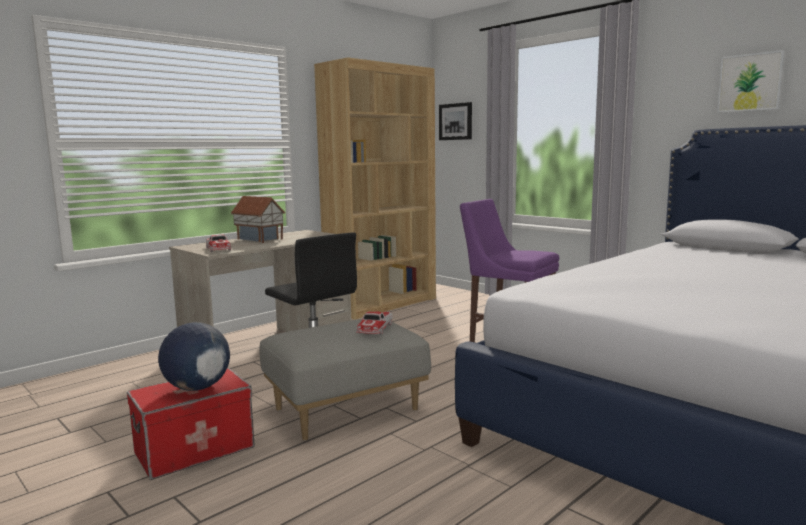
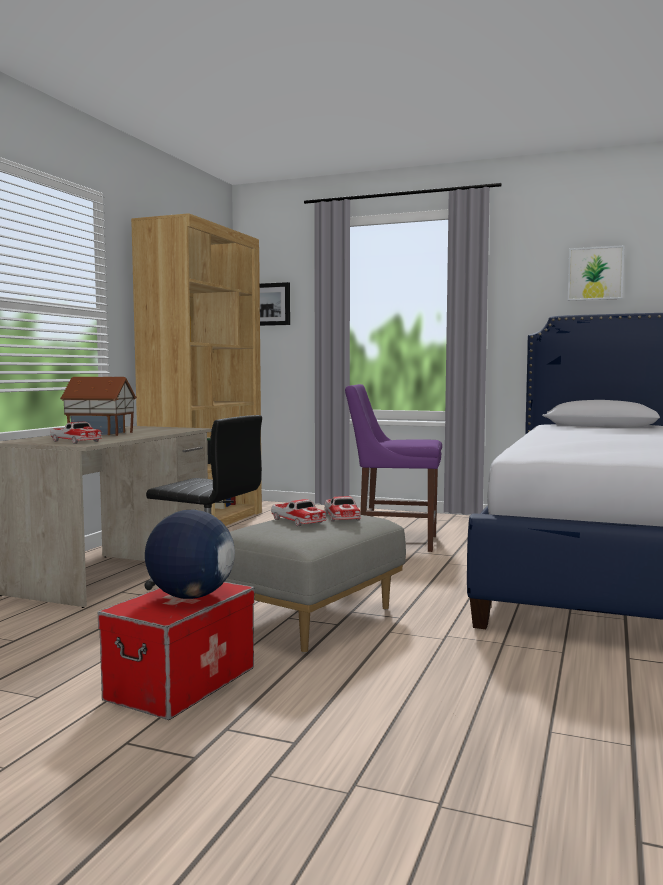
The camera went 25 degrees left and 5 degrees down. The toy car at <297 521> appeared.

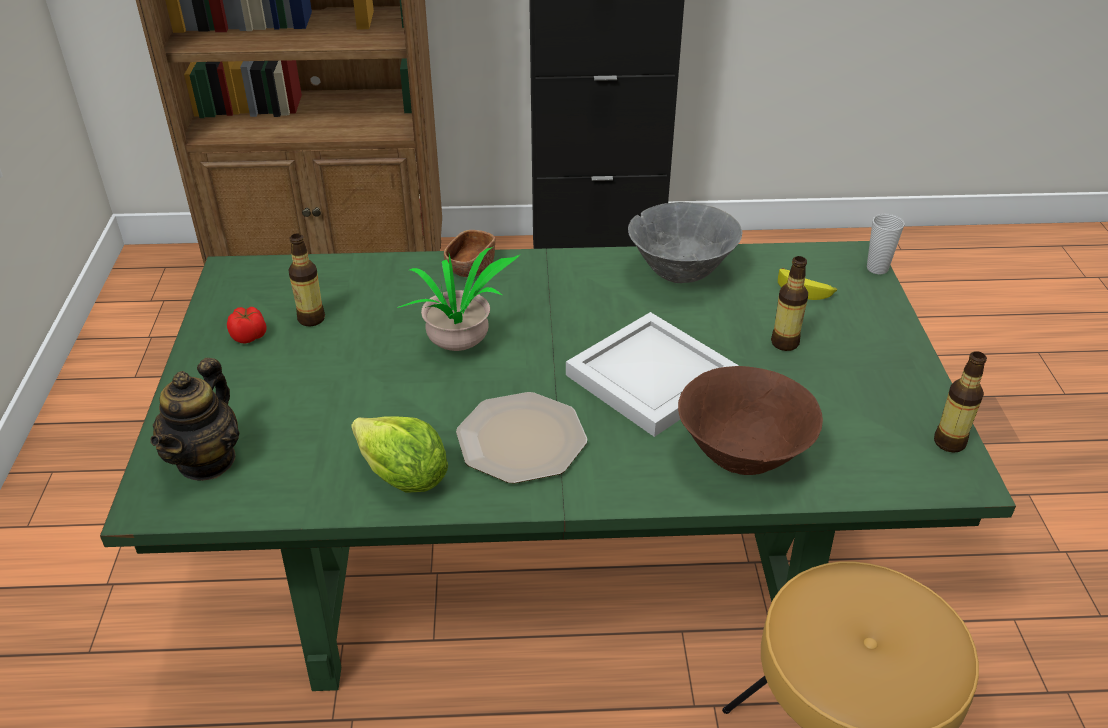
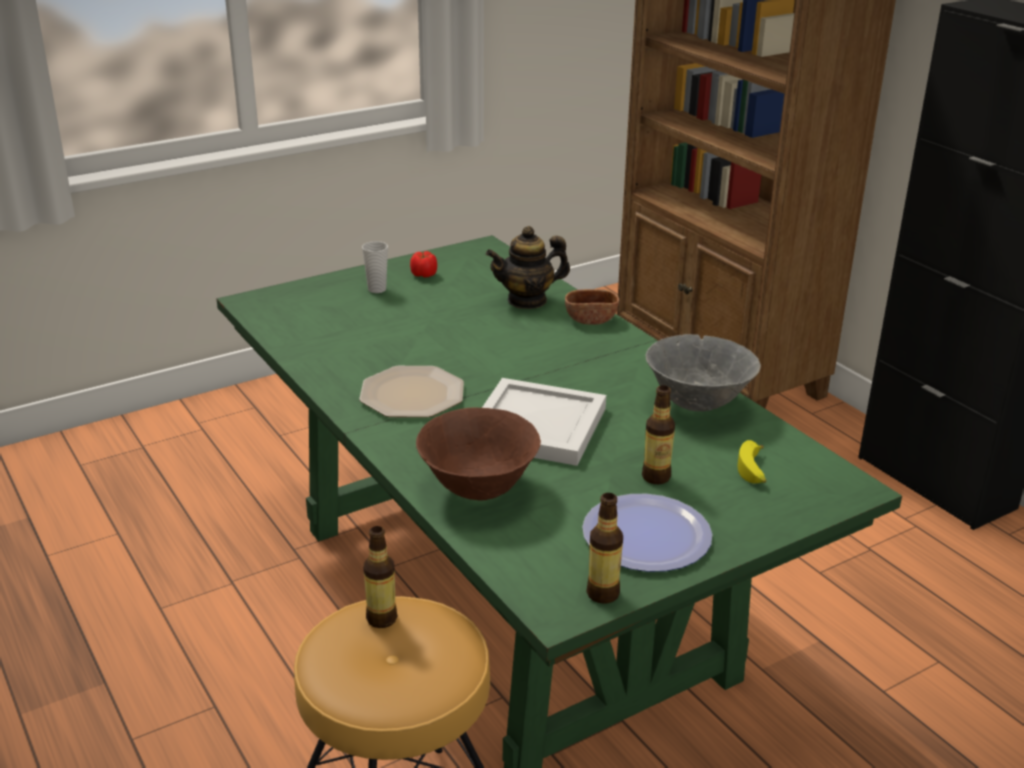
The camera went 60 degrees right and 10 degrees down. The cup moved from <877 268> to <377 289>. The bottle moved from <311 319> to <381 619>. The teapot moved from <207 460> to <527 300>. The plate at <646 535> appeared. The lettuce at <403 478> disappeared. The potted plant at <462 347> disappeared.

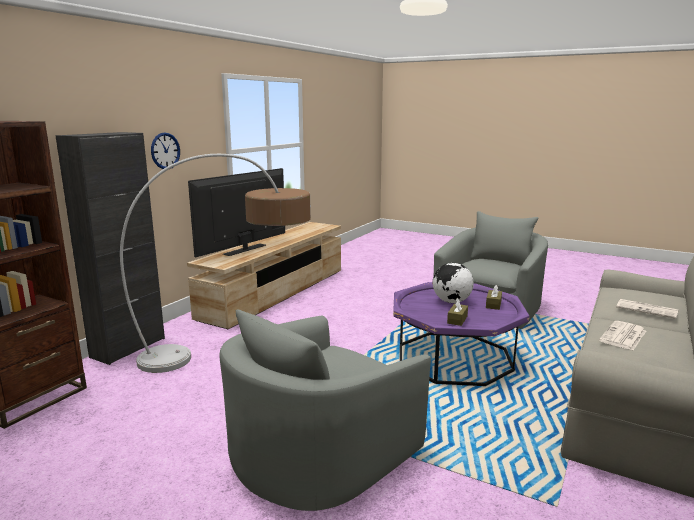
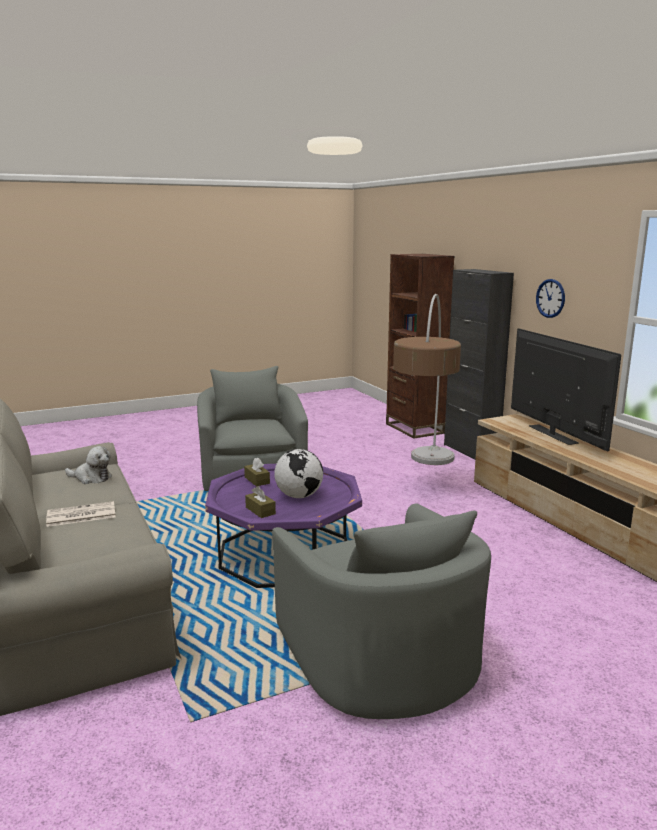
The camera went 125 degrees right and 0 degrees up. The newspaper at <623 336> was replaced by the plush toy at <91 478>.

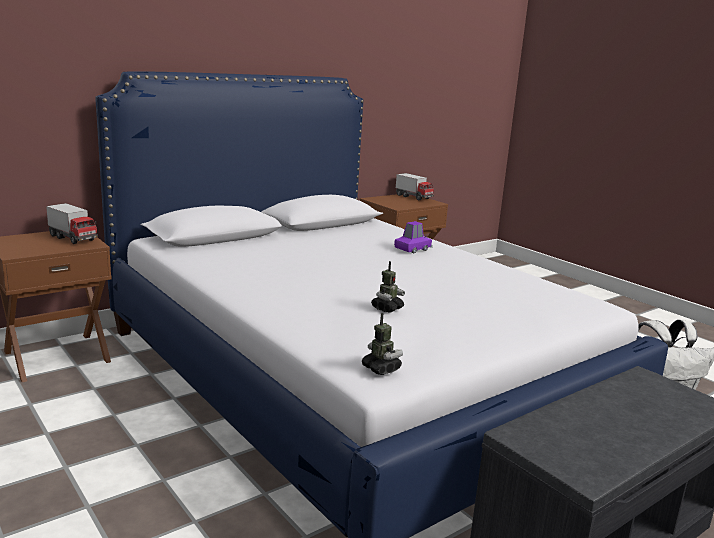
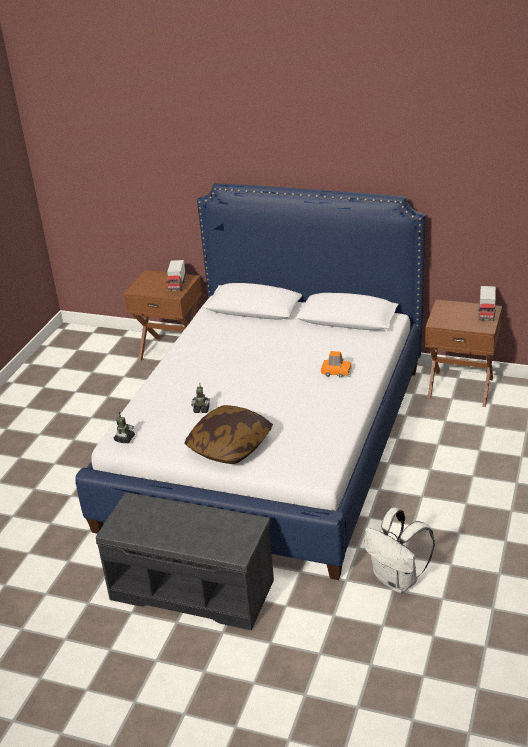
The camera went 60 degrees right and 15 degrees up. The pillow at <230 446> appeared. The toy car (purple) at <413 249> became the toy car (orange) at <336 372>.

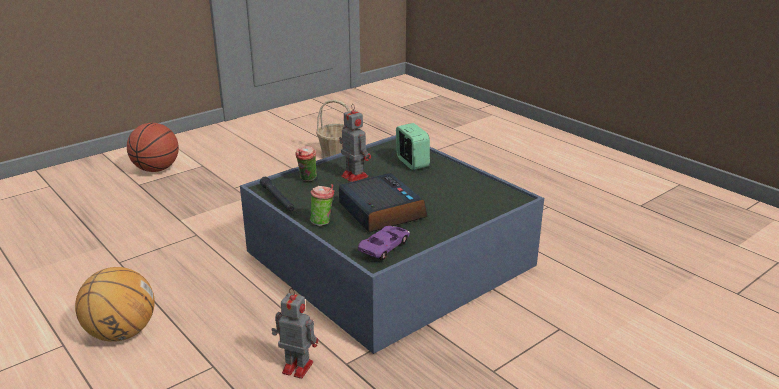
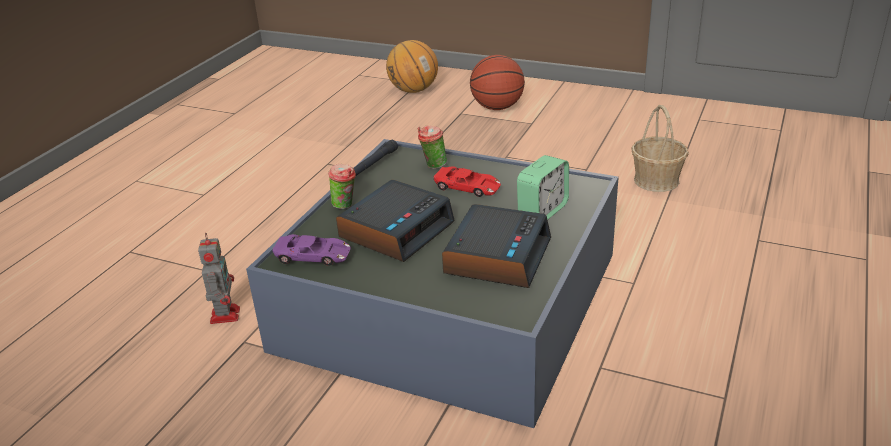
The camera went 65 degrees right and 5 degrees up. The basketball moved from <121 333> to <413 90>. The toy robot at <353 176> was replaced by the toy car (red) at <468 187>. The alarm clock at <497 256> appeared.

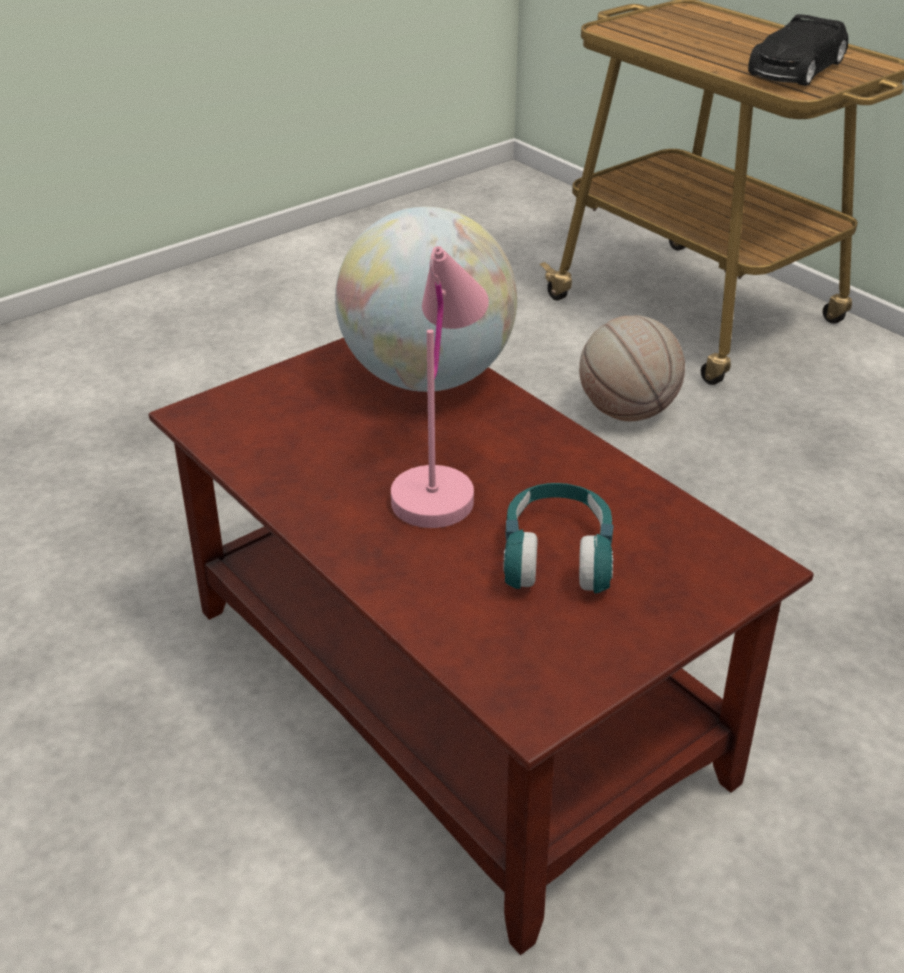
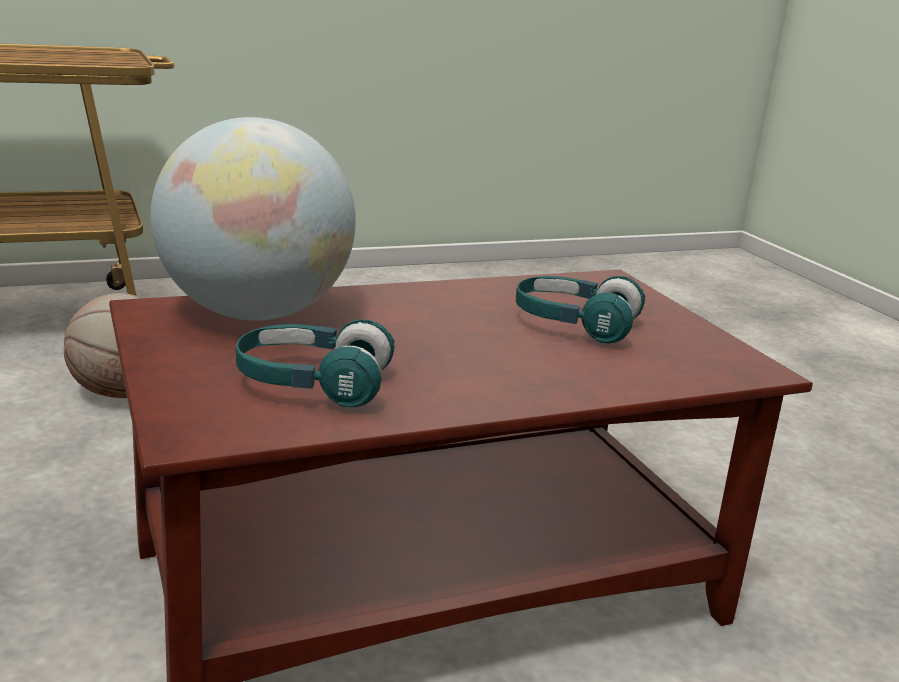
The camera went 75 degrees left and 15 degrees down. The headphones (turquoise) at <312 384> appeared. The table lamp (pink) at <442 479> disappeared. The toy car (black) at <795 69> disappeared.

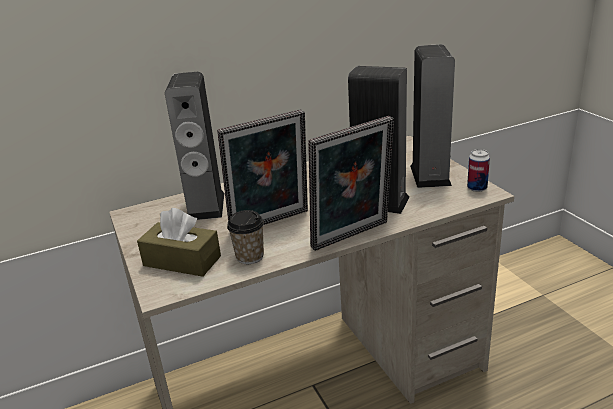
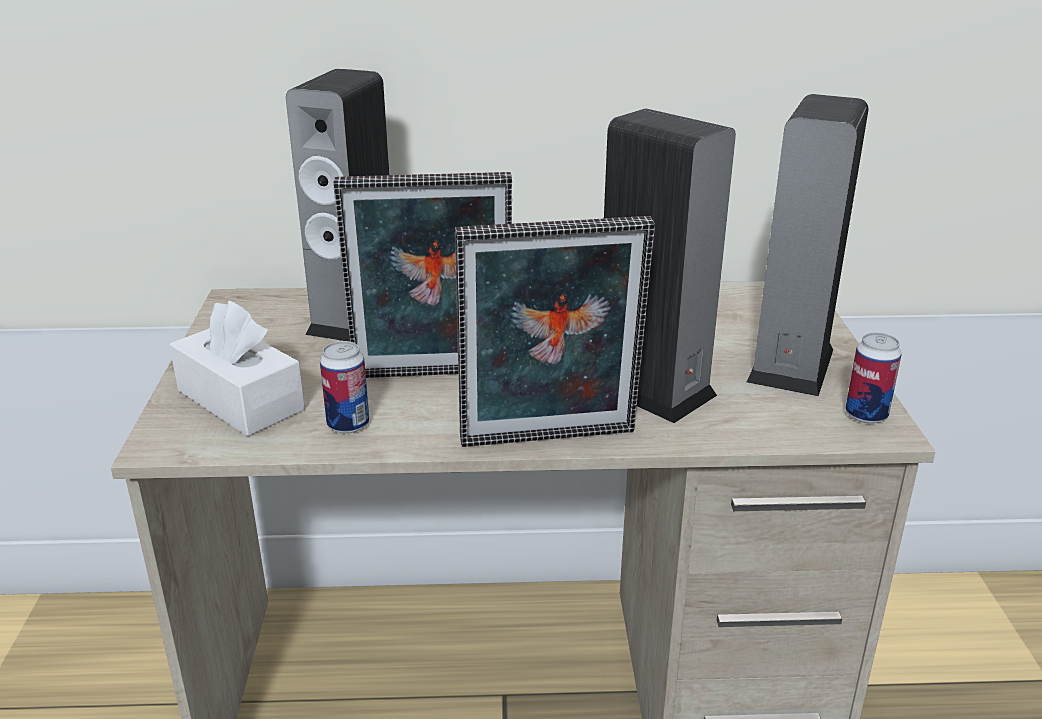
The camera went 20 degrees right and 0 degrees up. The tissue box (brown) at <182 261> became the tissue box (white) at <240 400>. The cup at <250 256> was replaced by the can at <348 424>.

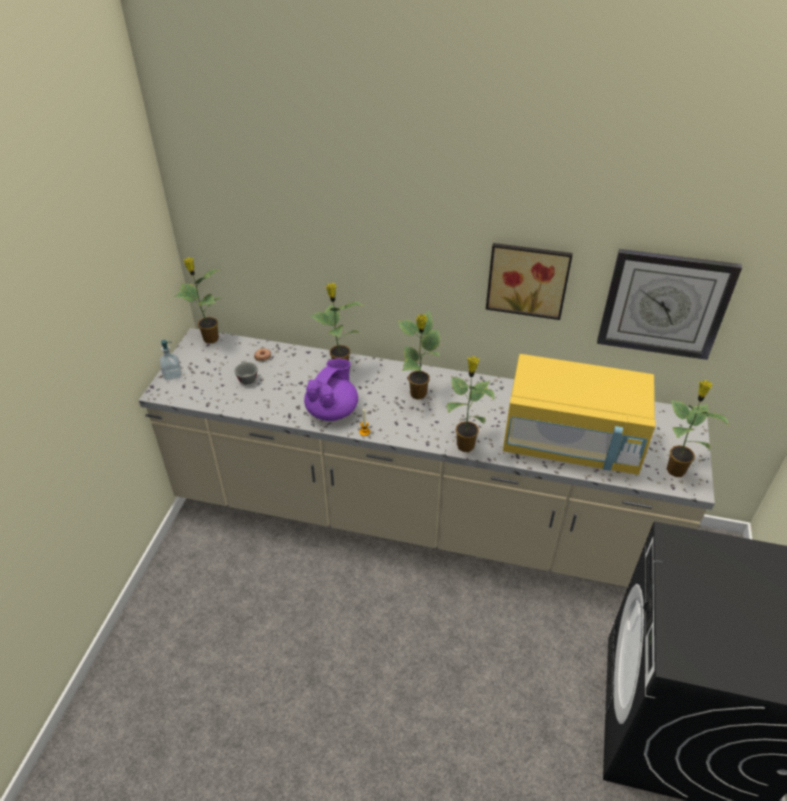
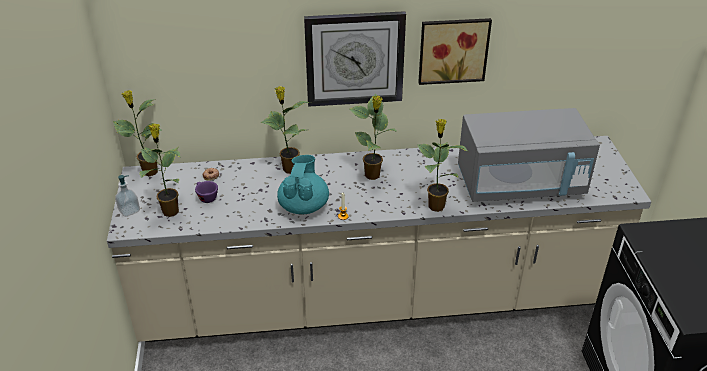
The camera went 20 degrees left and 5 degrees down. The potted plant moved from <675 469> to <170 210>. The cup (grey) at <246 378> became the cup (purple) at <206 197>. The teapot (purple) at <332 410> became the teapot (turquoise) at <304 206>. The wall clock moved from <664 304> to <354 59>. The microwave (yellow) at <571 443> became the microwave (grey) at <520 184>.

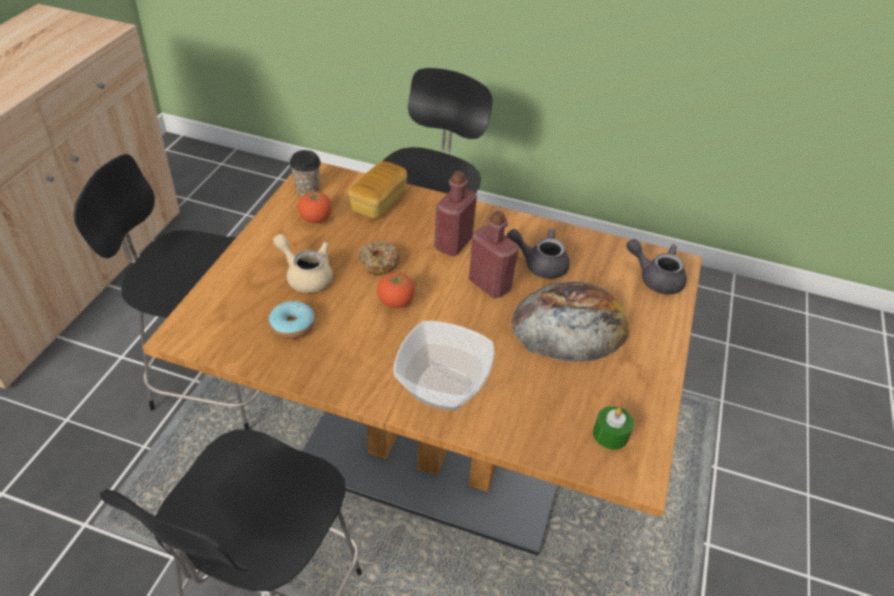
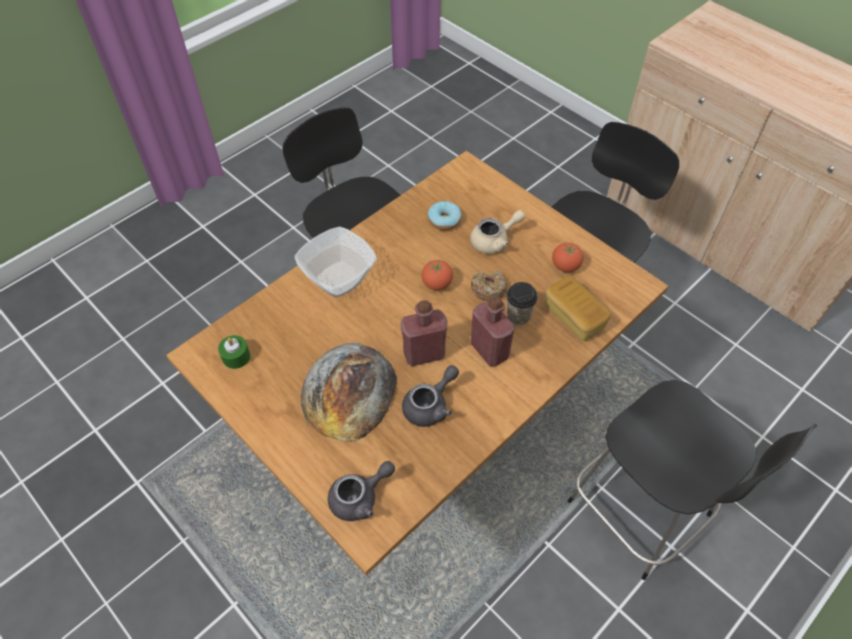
The camera went 120 degrees right and 10 degrees up. The cup moved from <307 189> to <518 315>.

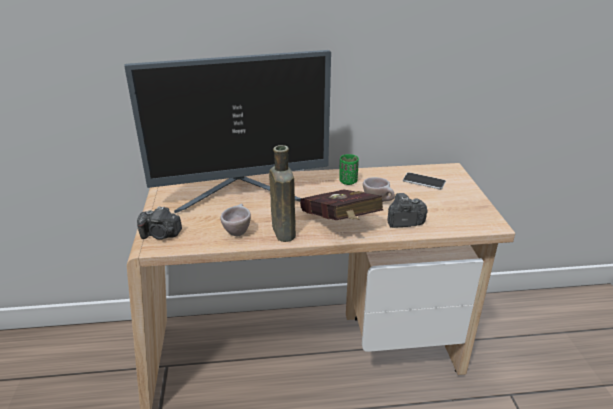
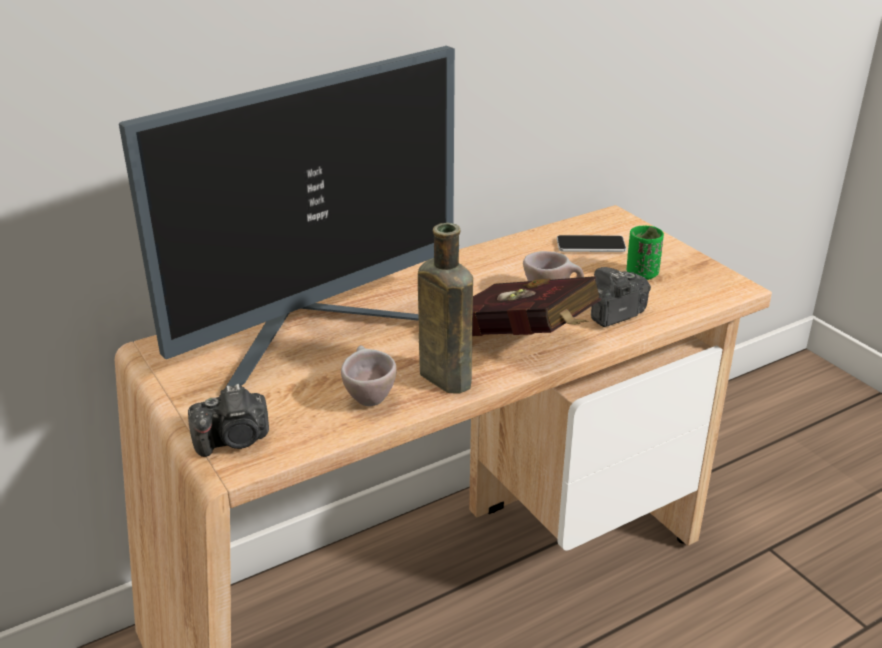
The camera went 25 degrees left and 0 degrees up. The cup (green) moved from <348 181> to <642 274>.

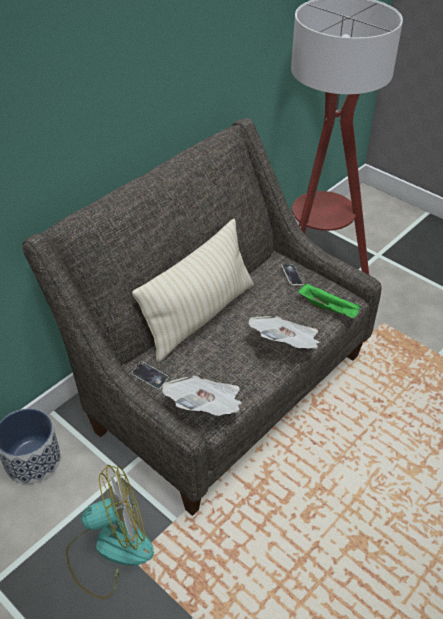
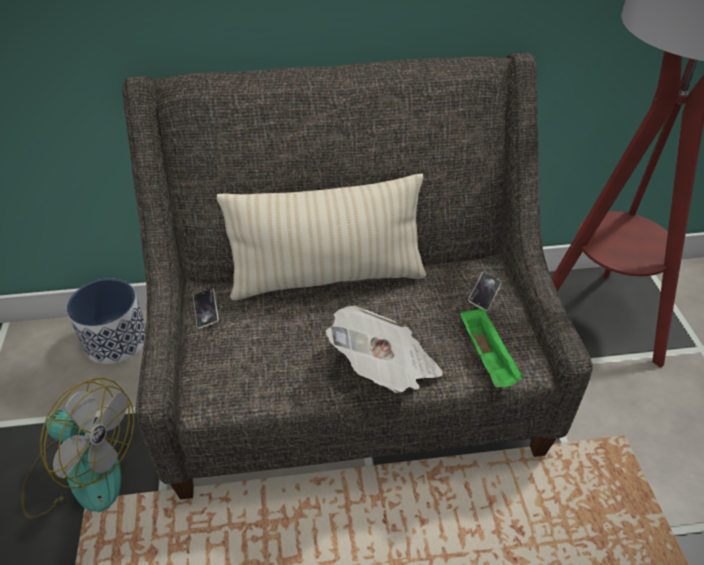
The camera went 40 degrees right and 0 degrees up. The newspaper at <206 408> disappeared.

